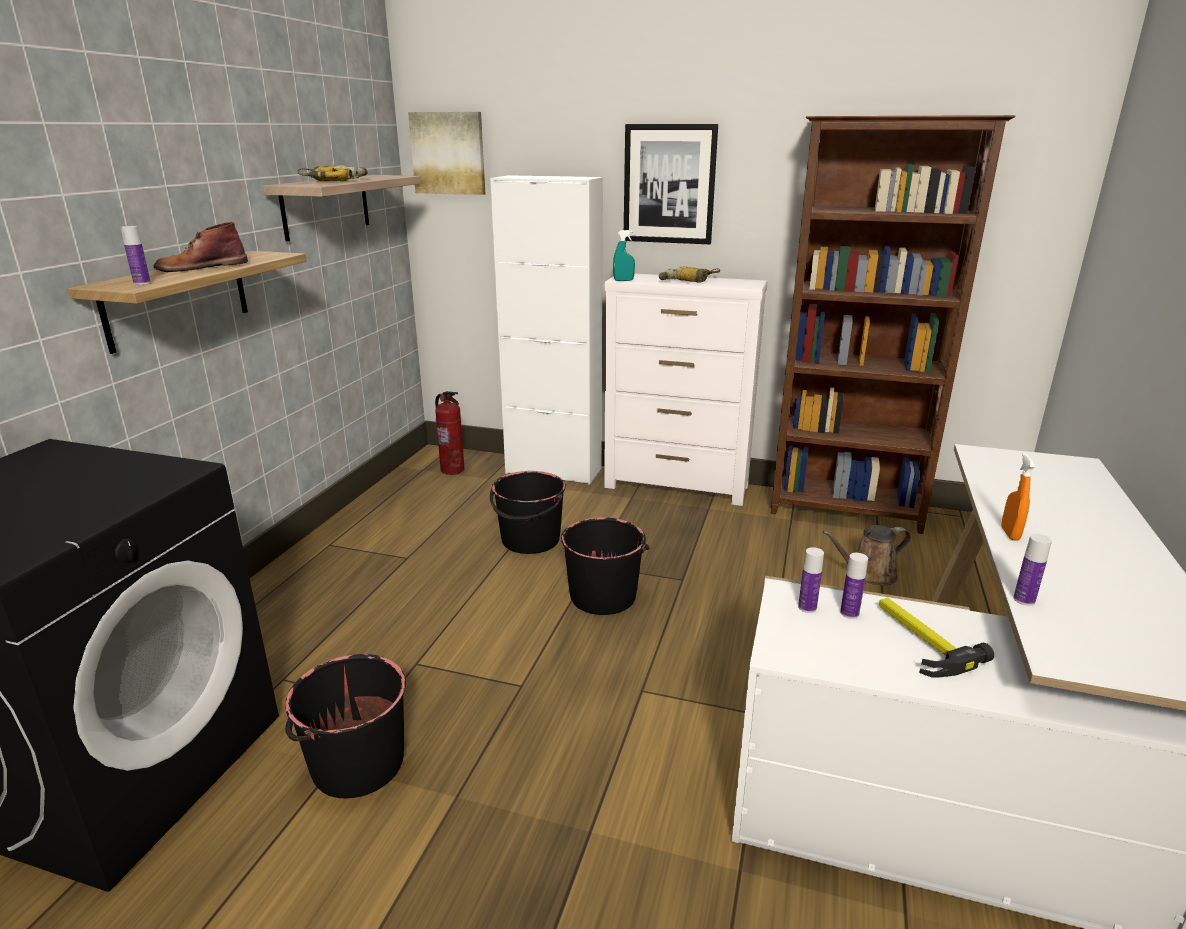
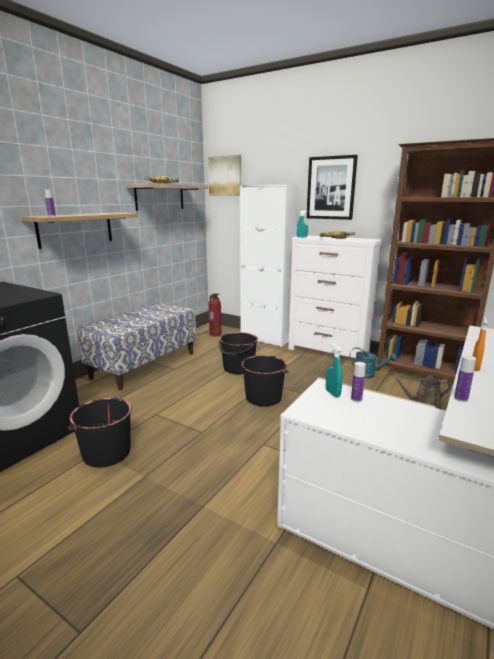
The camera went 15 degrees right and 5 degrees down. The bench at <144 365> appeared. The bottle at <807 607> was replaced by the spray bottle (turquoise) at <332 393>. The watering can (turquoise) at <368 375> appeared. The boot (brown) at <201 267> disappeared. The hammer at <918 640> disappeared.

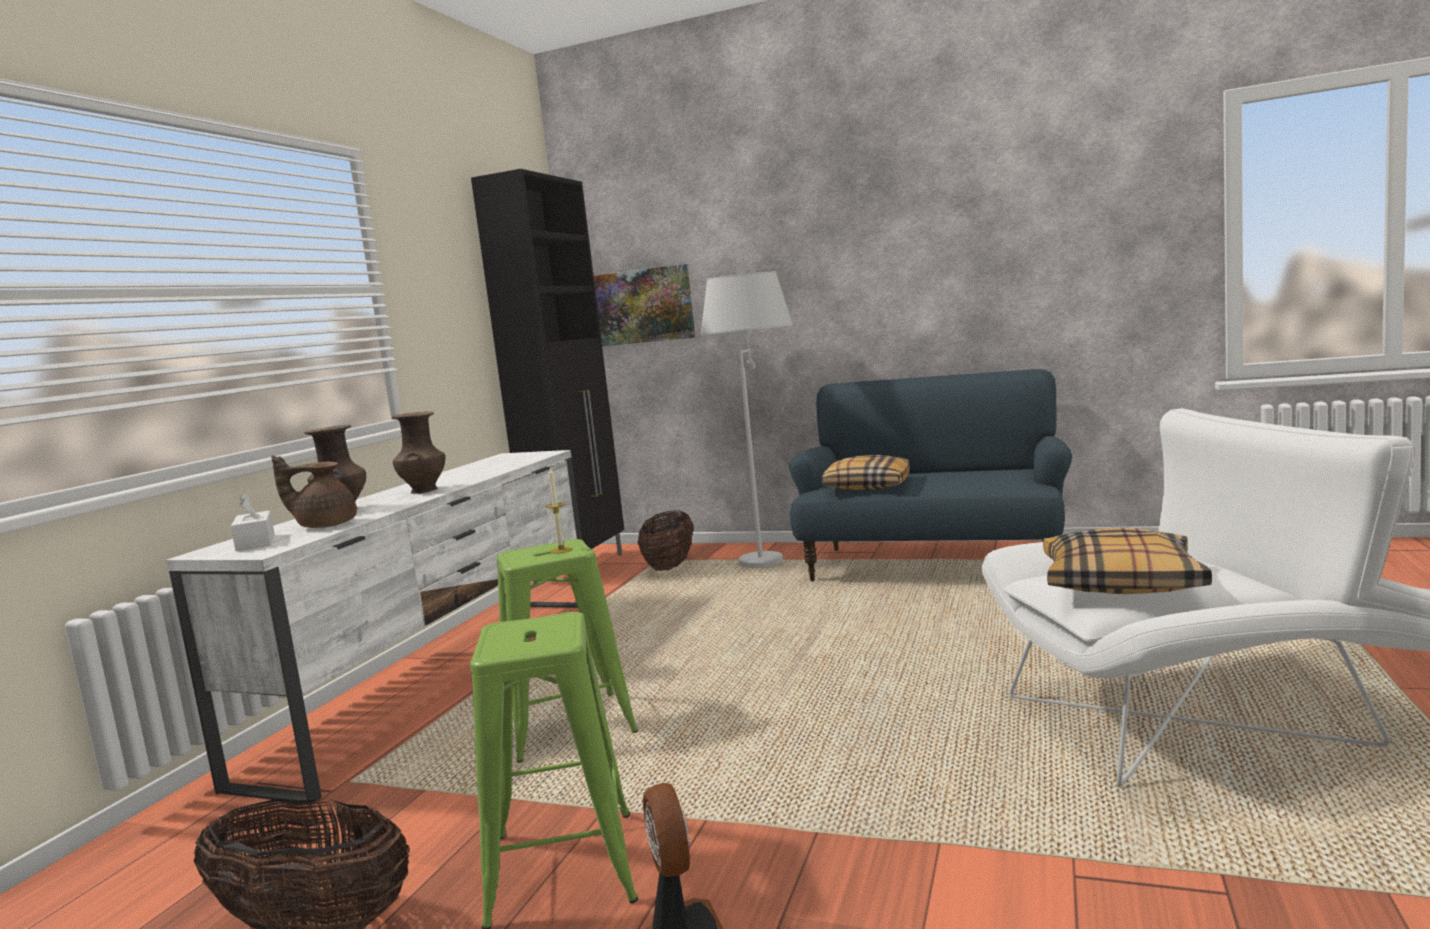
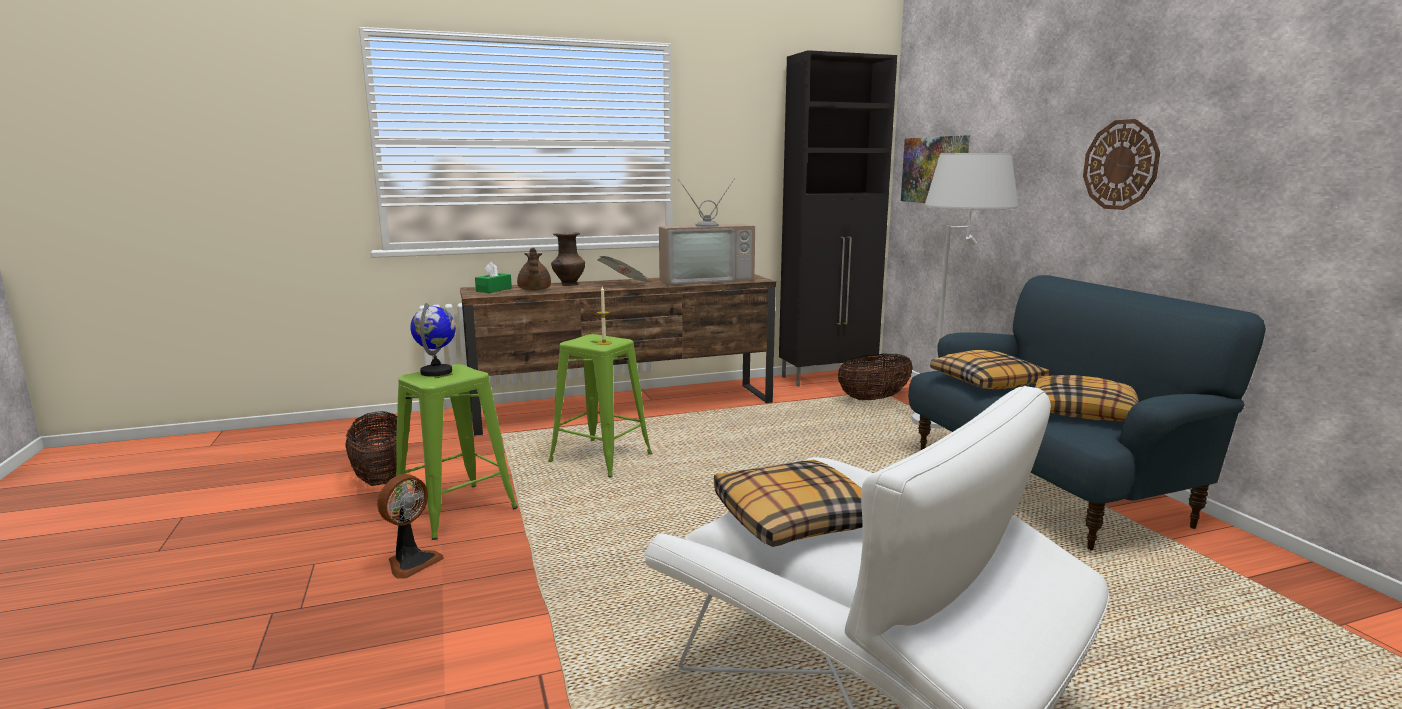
The camera went 50 degrees right and 5 degrees up. The globe at <437 372> appeared. The tv stand (white) at <445 679> became the tv stand (brown) at <626 408>. The tissue box (white) at <255 542> became the tissue box (green) at <494 290>. The teapot (brown) at <325 525> turned 150 degrees counterclockwise. The vase (brown) at <424 490> was replaced by the newspaper at <626 284>. The television at <705 280> appeared. The pillow at <1083 412> appeared. The wall clock at <1121 165> appeared.

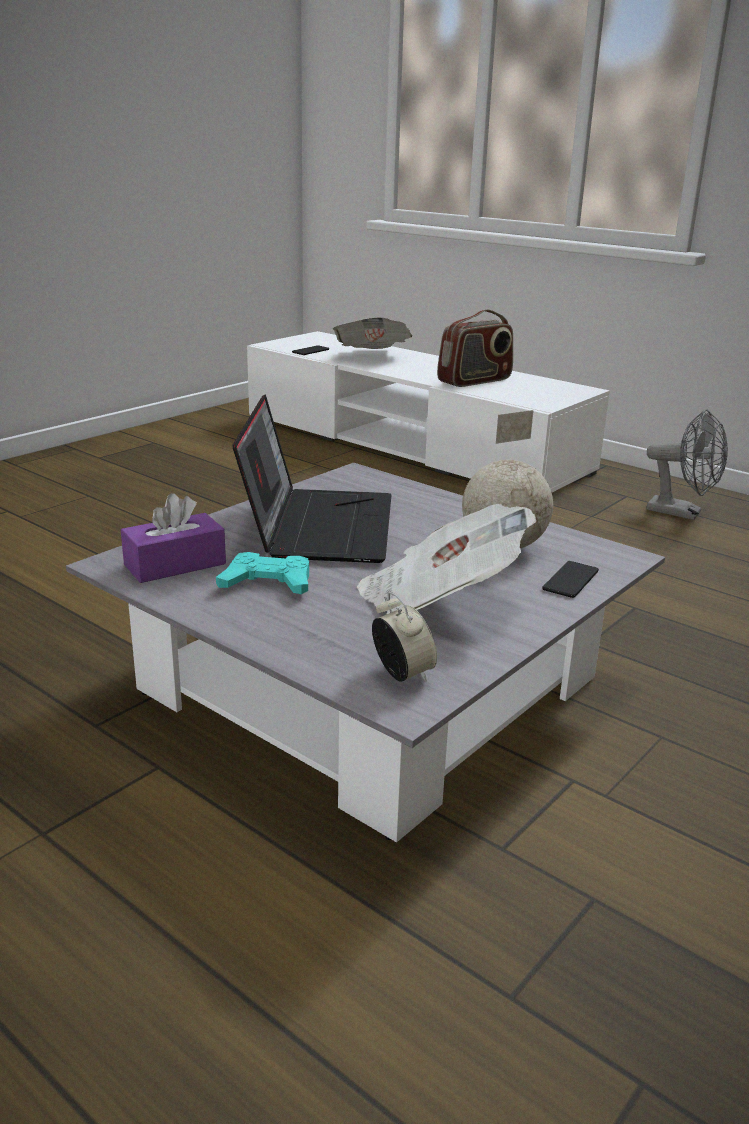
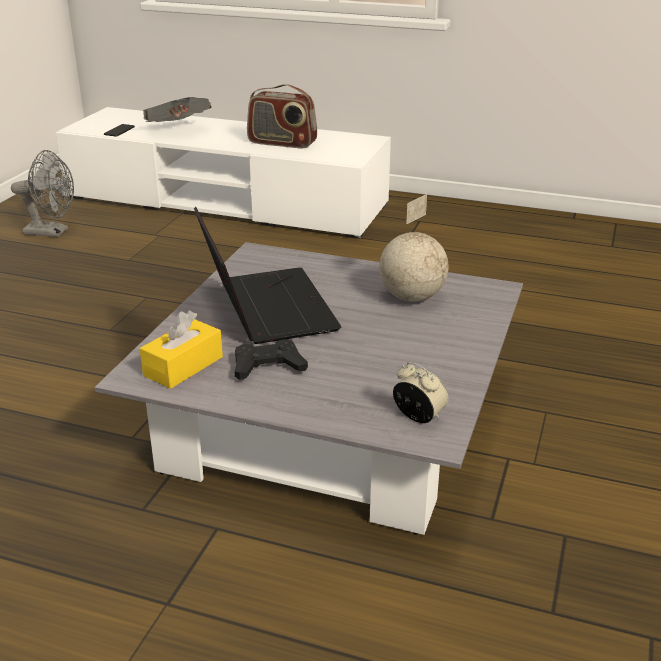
The camera went 20 degrees left and 5 degrees up. The fan (grey) moved from <682 513> to <52 232>. The tissue box (purple) at <175 564> became the tissue box (yellow) at <183 366>. The game controller (turquoise) at <267 583> became the game controller (black) at <268 366>. The radio at <475 381> turned 75 degrees clockwise. The newspaper at <439 600> disappeared. The phone at <570 580> disappeared.

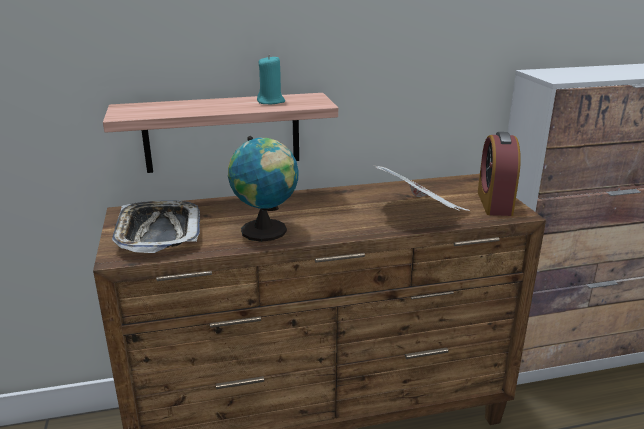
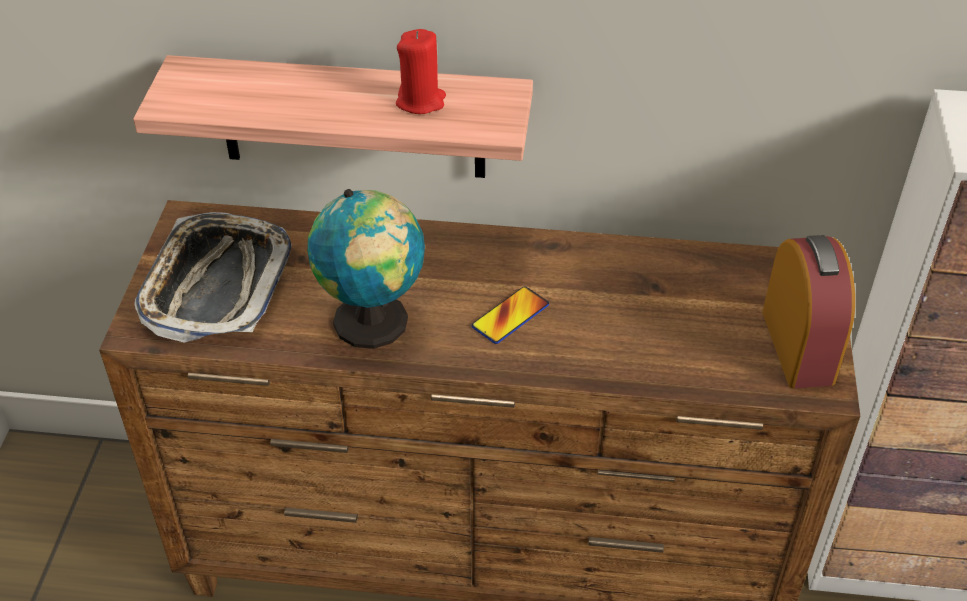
The camera went 20 degrees right and 20 degrees up. The candle (turquoise) at <271 101> became the candle (red) at <421 101>. The phone at <510 316> appeared. The alarm clock at <494 203> turned 150 degrees clockwise. The newspaper at <420 213> disappeared.

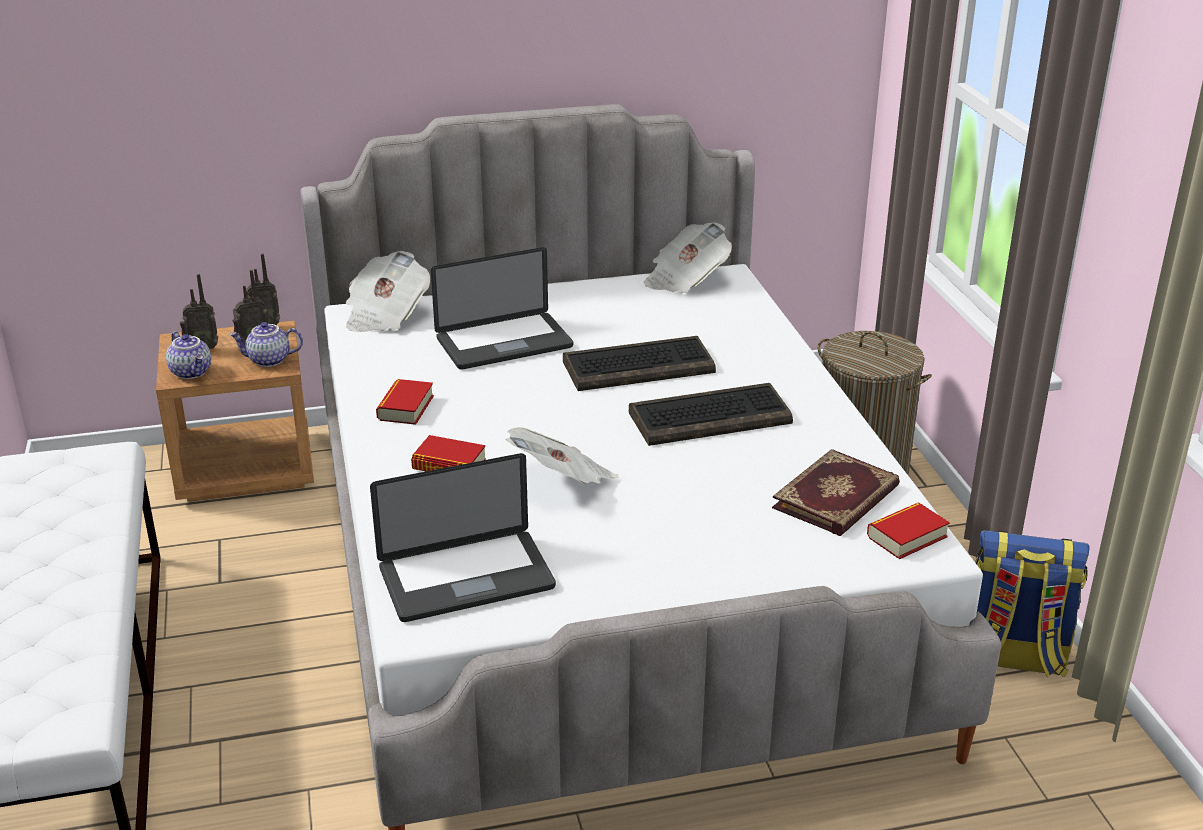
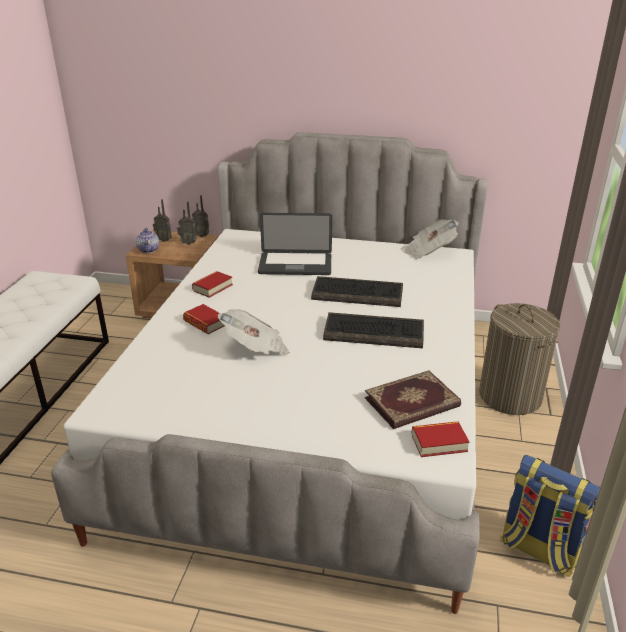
The camera went 25 degrees right and 0 degrees up. The teapot at <268 361> disappeared. The newspaper at <385 315> disappeared. The laptop at <466 578> disappeared.

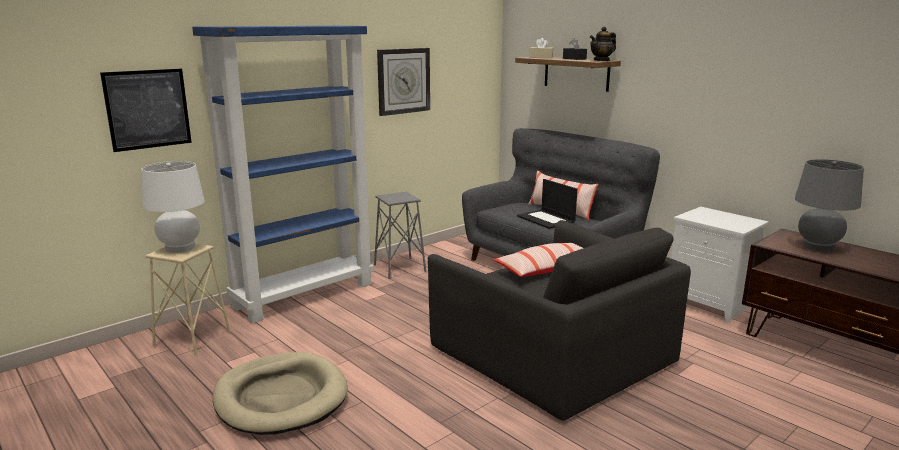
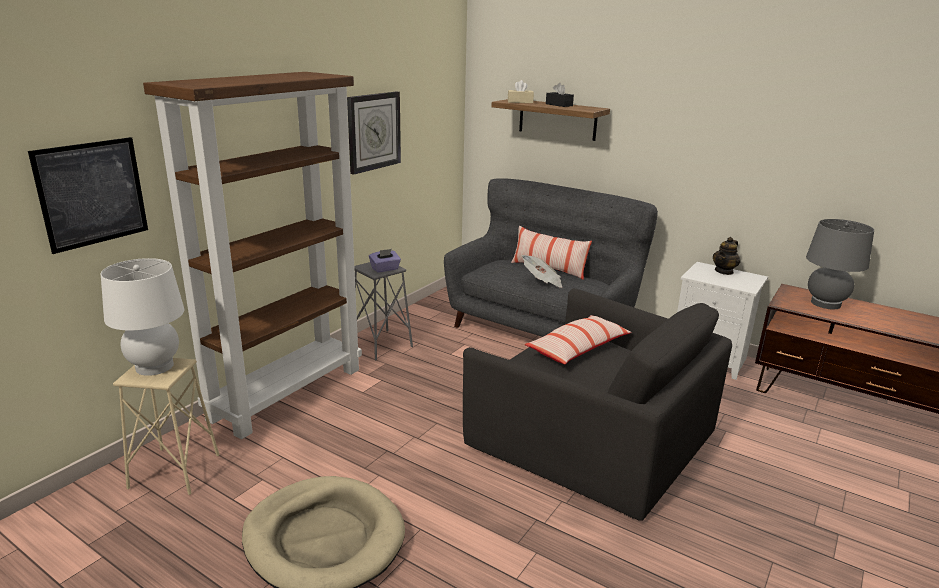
The camera went 15 degrees left and 5 degrees up. The bookcase (blue) at <305 295> became the bookcase (brown) at <287 392>. The tissue box (purple) at <385 269> appeared. The laptop at <546 219> was replaced by the newspaper at <542 282>. The teapot moved from <602 60> to <724 271>.

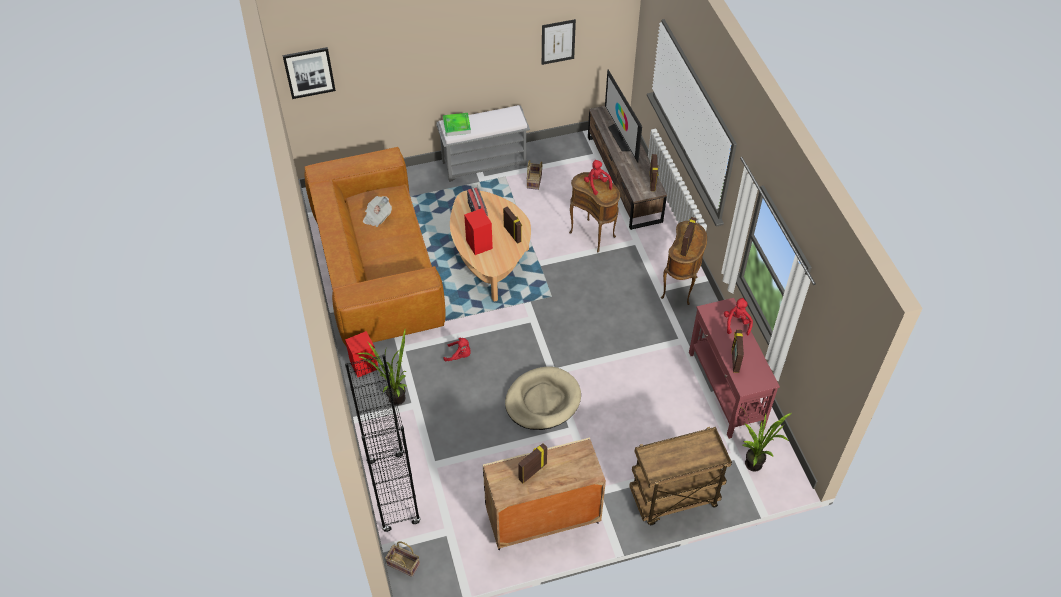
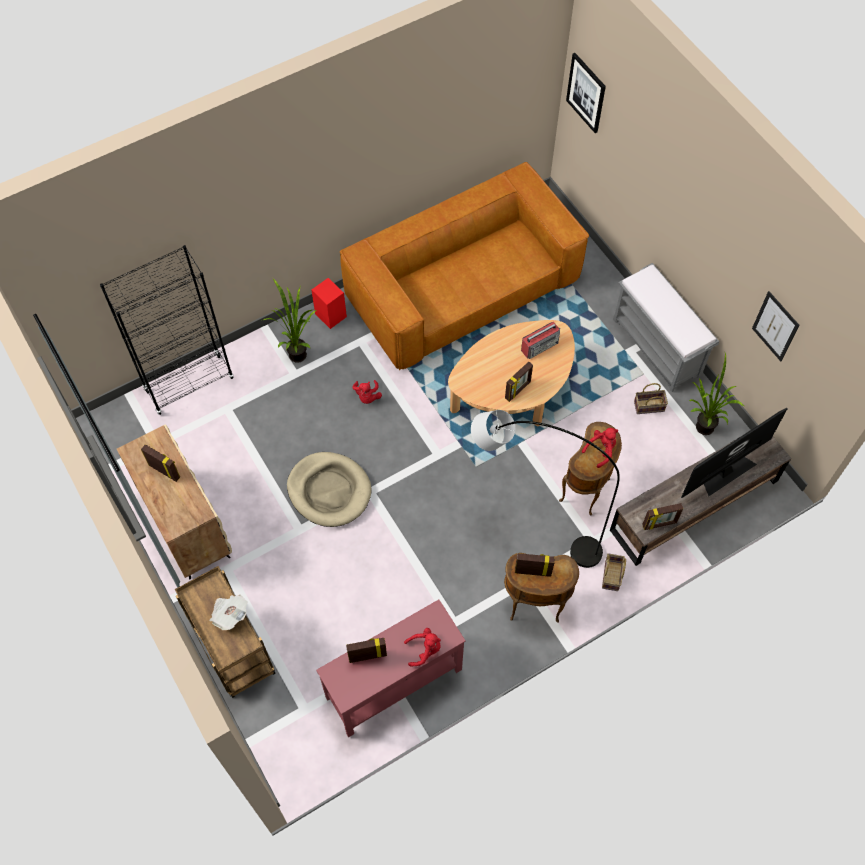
The camera went 75 degrees right and 10 degrees up. The newspaper moved from <377 217> to <230 614>. The floor lamp (grey) at <529 530> appeared. The basket moved from <404 564> to <612 576>. The potted plant moved from <754 468> to <700 428>. The tray at <457 126> disappeared. The speaker (red) at <479 245> disappeared.

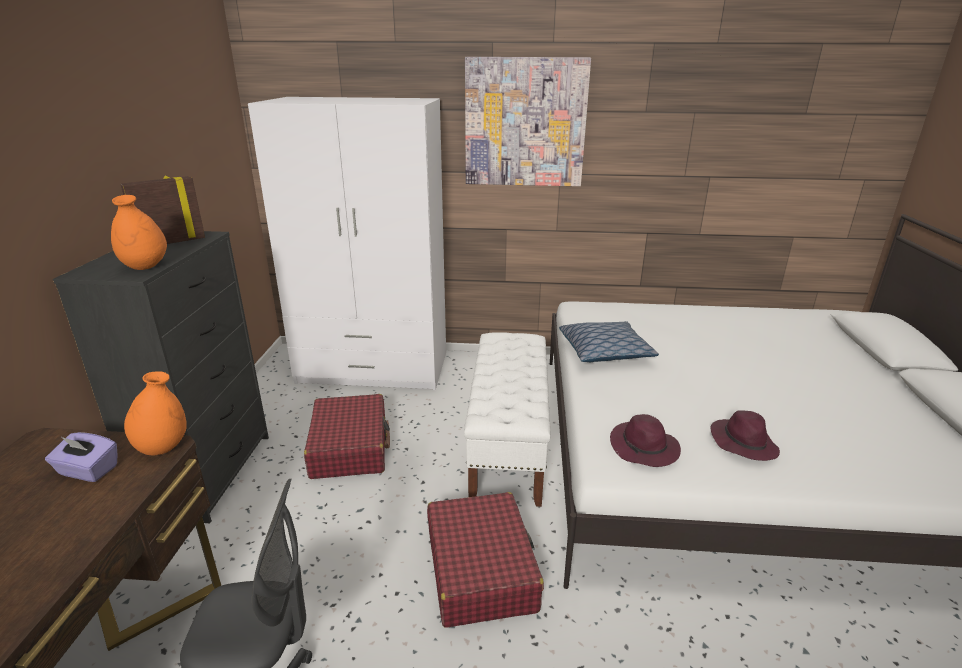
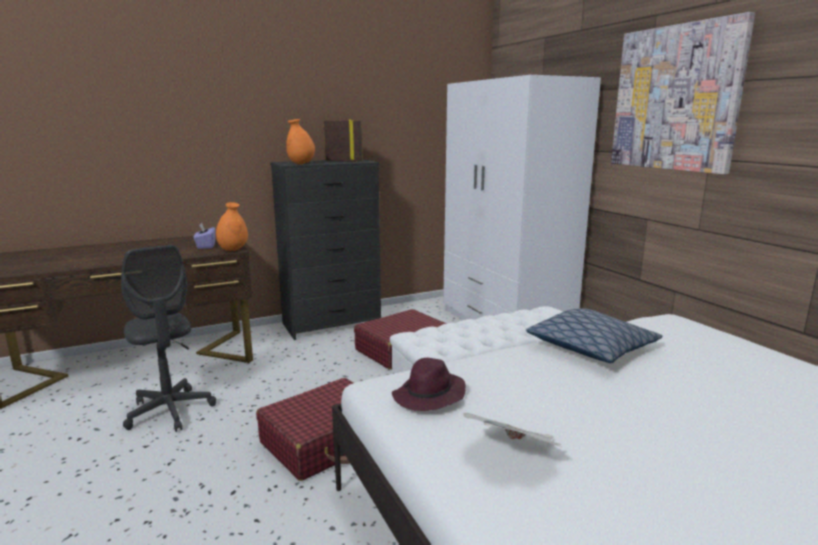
The camera went 60 degrees right and 10 degrees down. The hat (purple) at <742 442> was replaced by the newspaper at <514 453>.

